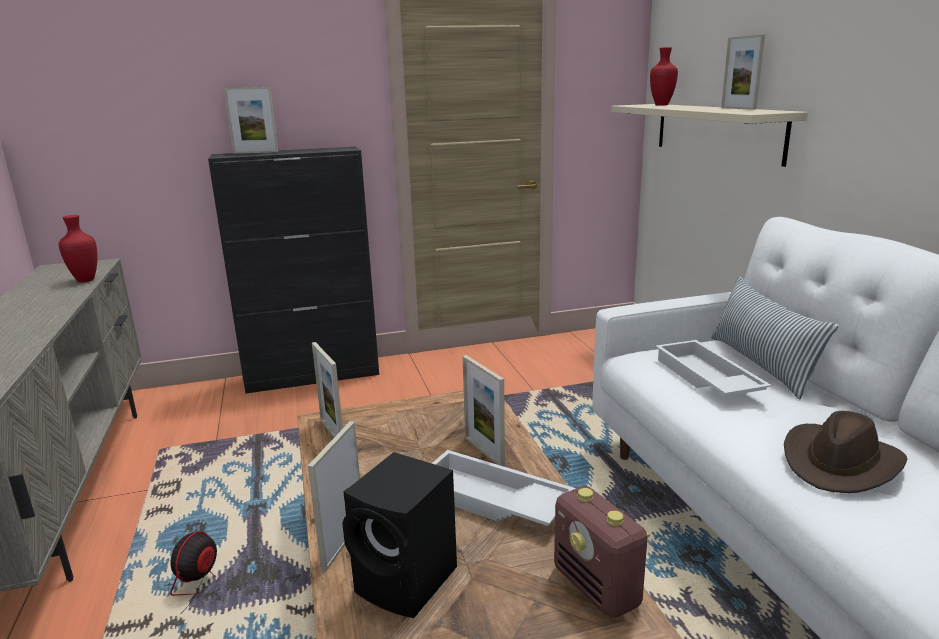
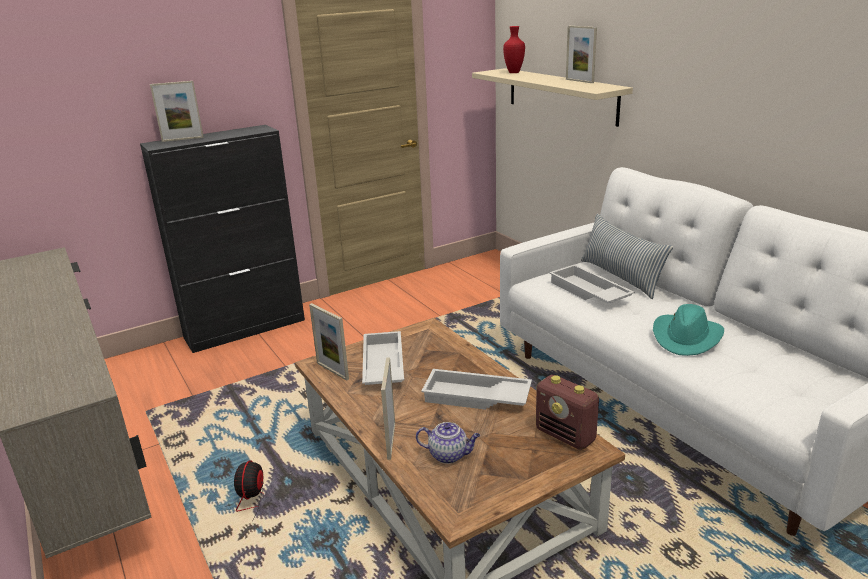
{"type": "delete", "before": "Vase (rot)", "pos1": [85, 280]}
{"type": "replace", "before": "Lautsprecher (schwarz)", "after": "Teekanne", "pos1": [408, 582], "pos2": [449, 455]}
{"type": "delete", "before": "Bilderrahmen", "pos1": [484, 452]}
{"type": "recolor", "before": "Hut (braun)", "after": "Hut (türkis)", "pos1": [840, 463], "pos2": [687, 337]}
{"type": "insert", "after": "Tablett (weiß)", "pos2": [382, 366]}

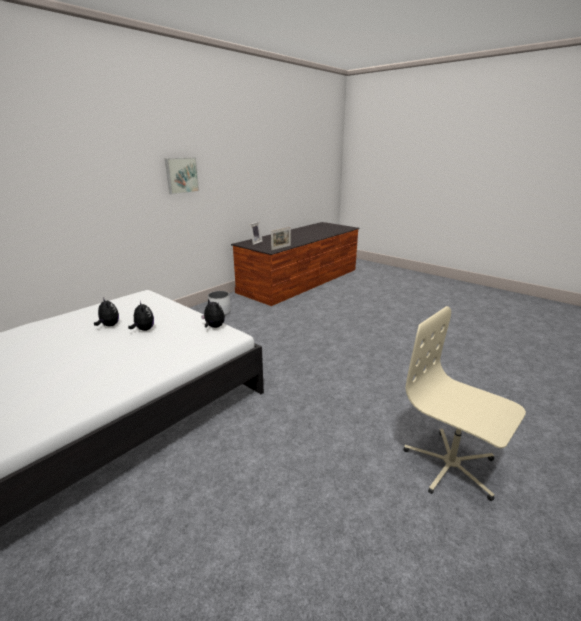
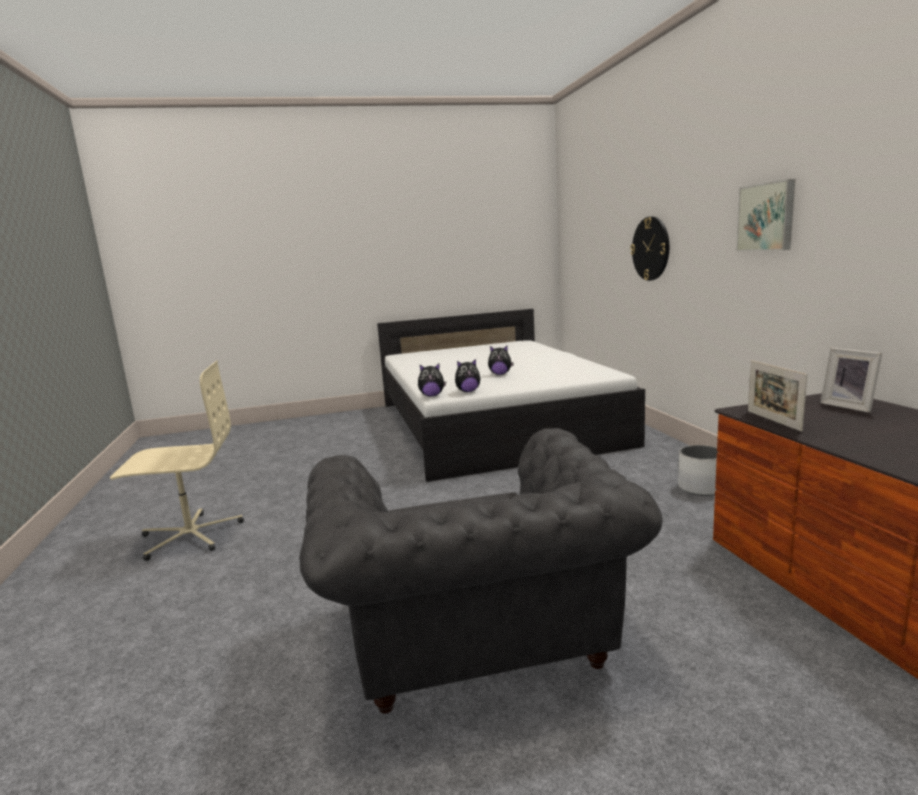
{"type": "move", "before": "Plüschtier", "pos1": [109, 325], "pos2": [432, 395]}
{"type": "insert", "after": "Sessel (grau)", "pos2": [476, 637]}
{"type": "insert", "after": "Wanduhr", "pos2": [651, 248]}

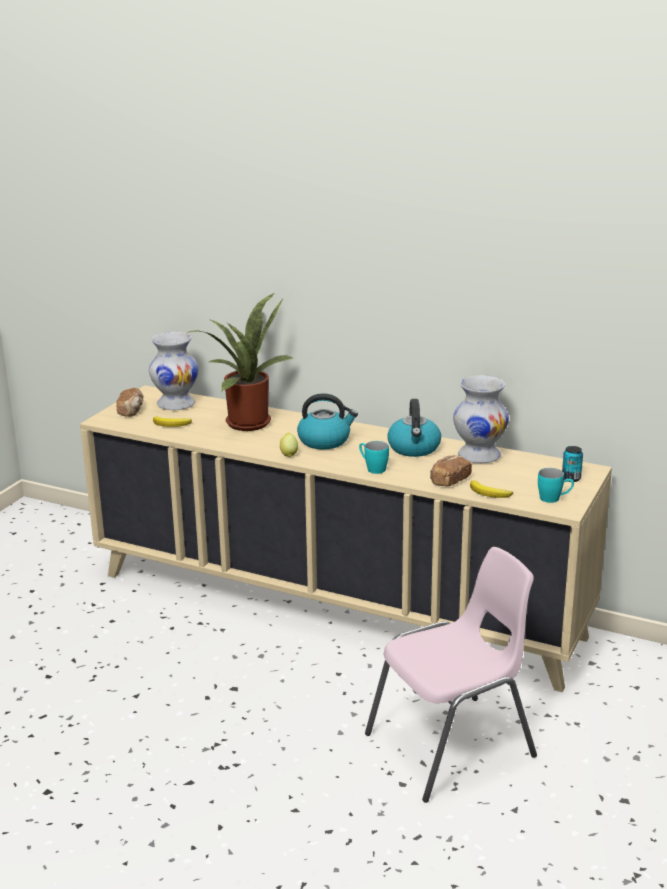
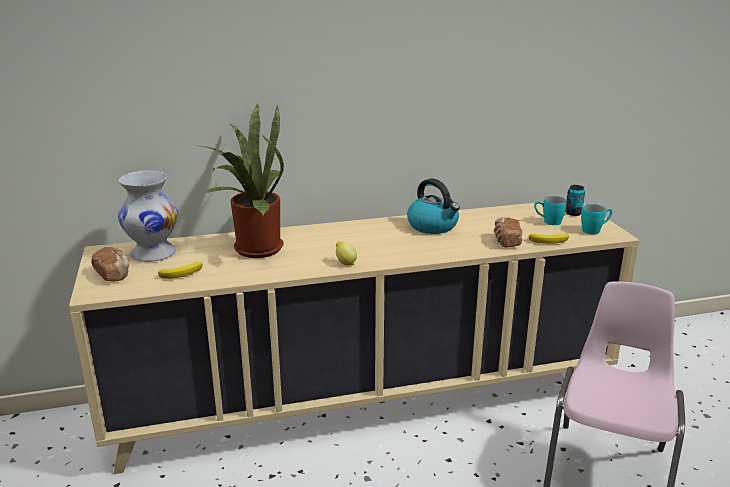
{"type": "delete", "before": "Wasserkessel", "pos1": [325, 441]}
{"type": "move", "before": "Henkelbecher (türkis)", "pos1": [372, 468], "pos2": [548, 222]}
{"type": "delete", "before": "Vase (weiß)", "pos1": [479, 456]}

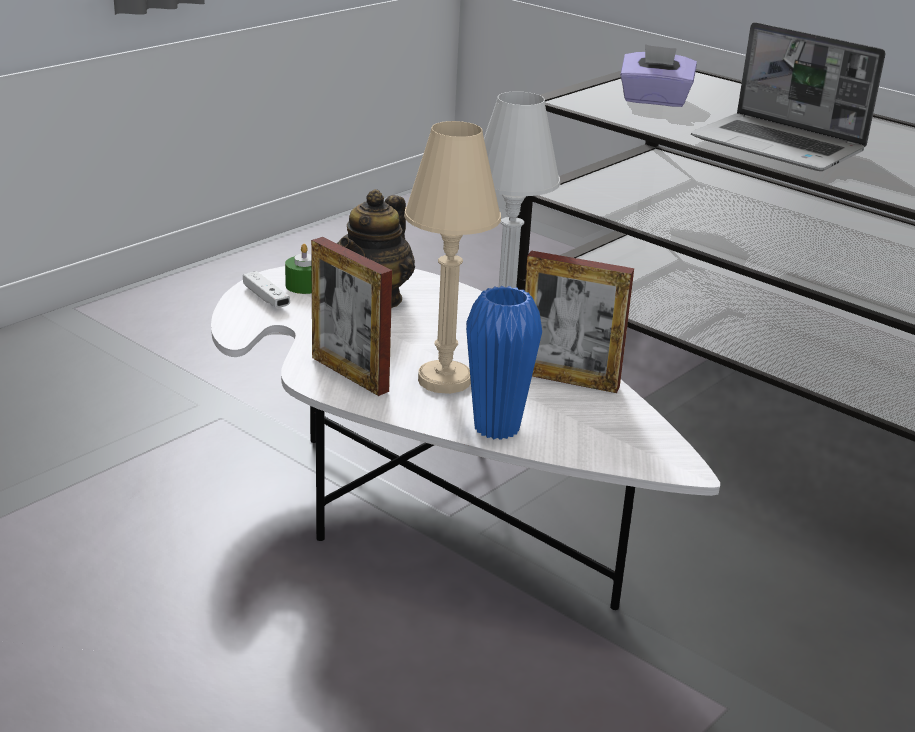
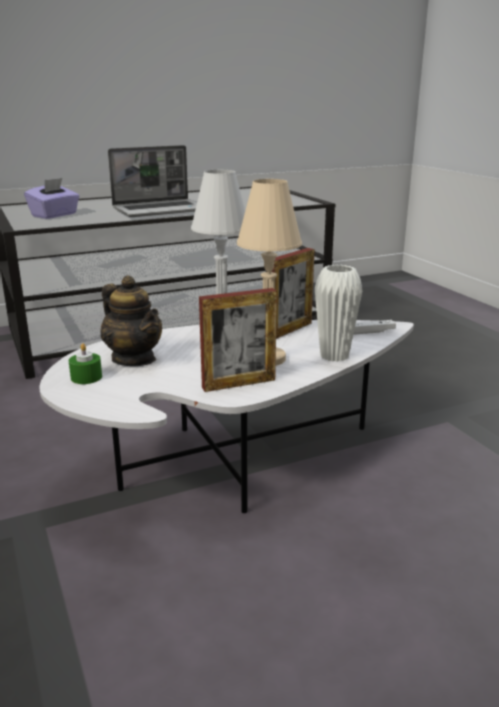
{"type": "move", "before": "Gamepad (weiß)", "pos1": [266, 298], "pos2": [371, 332]}
{"type": "recolor", "before": "Vase (blau)", "after": "Vase (weiß)", "pos1": [496, 428], "pos2": [334, 356]}

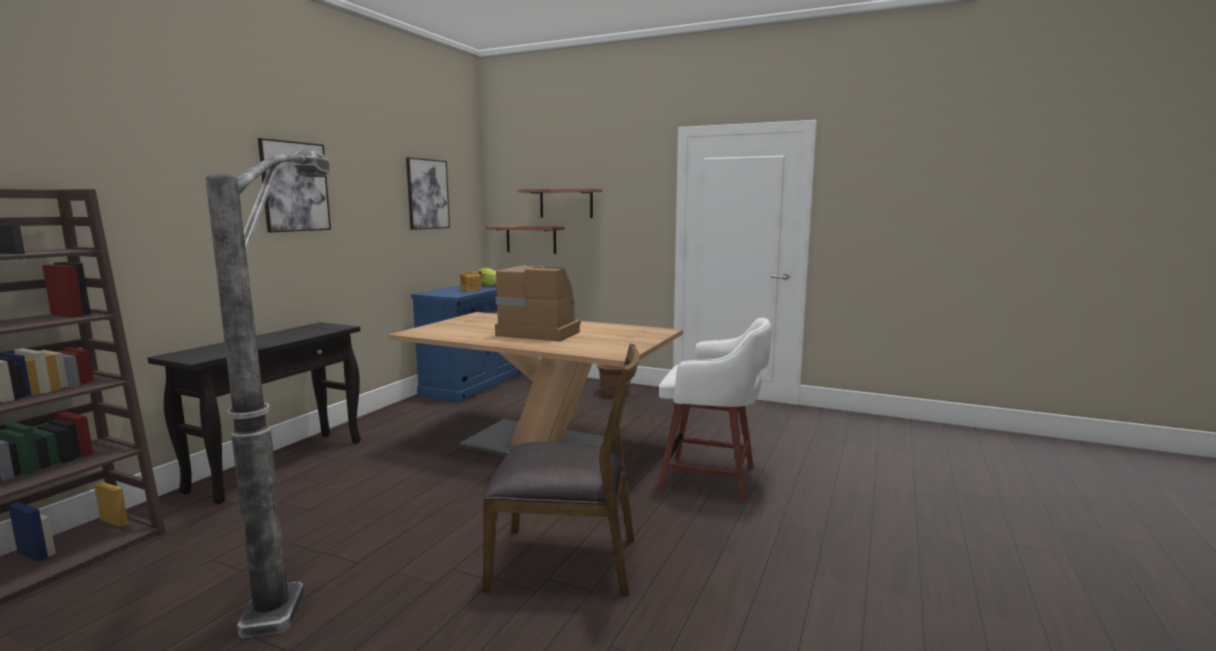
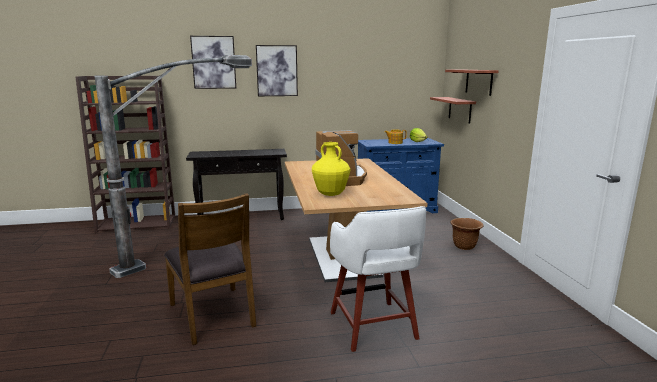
{"type": "move", "before": "Bild", "pos1": [427, 194], "pos2": [213, 62]}
{"type": "insert", "after": "Vase (gelb)", "pos2": [331, 194]}

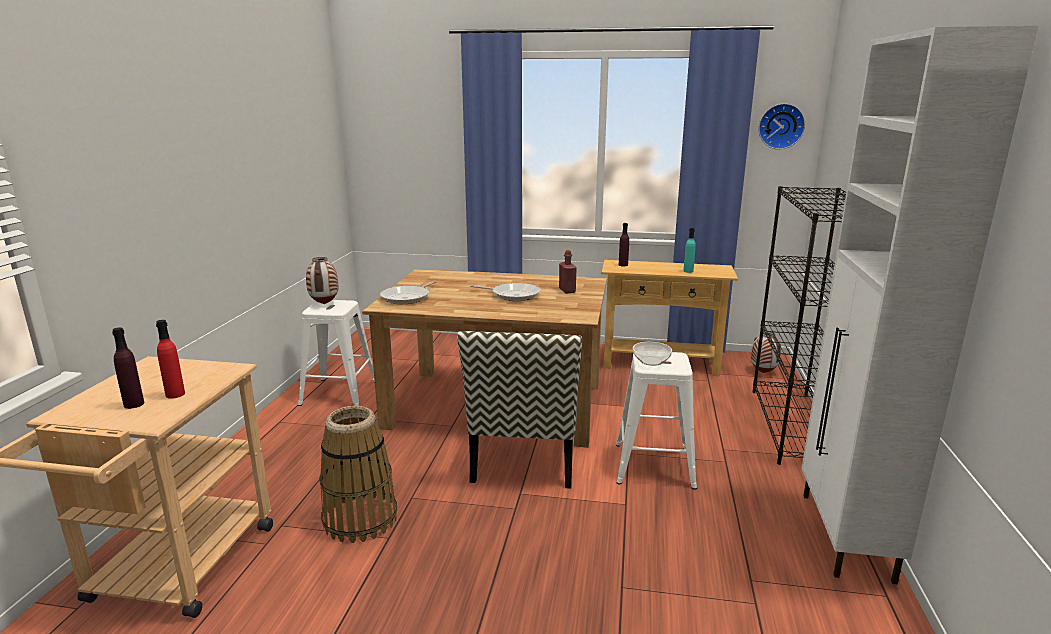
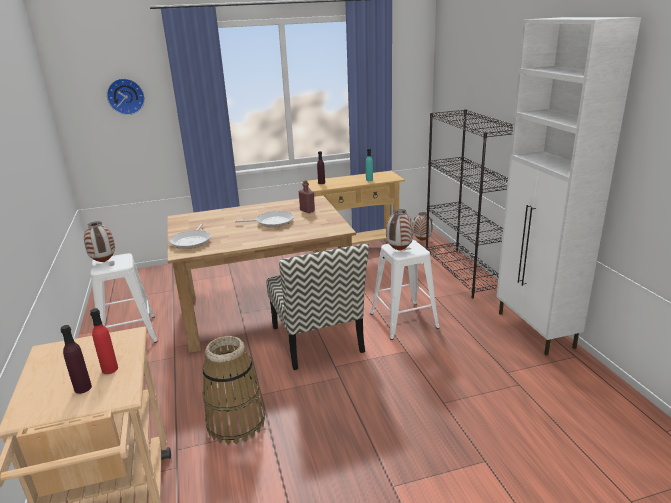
{"type": "replace", "before": "Schüssel", "after": "Vase", "pos1": [651, 361], "pos2": [399, 250]}
{"type": "move", "before": "Wanduhr", "pos1": [780, 126], "pos2": [126, 96]}

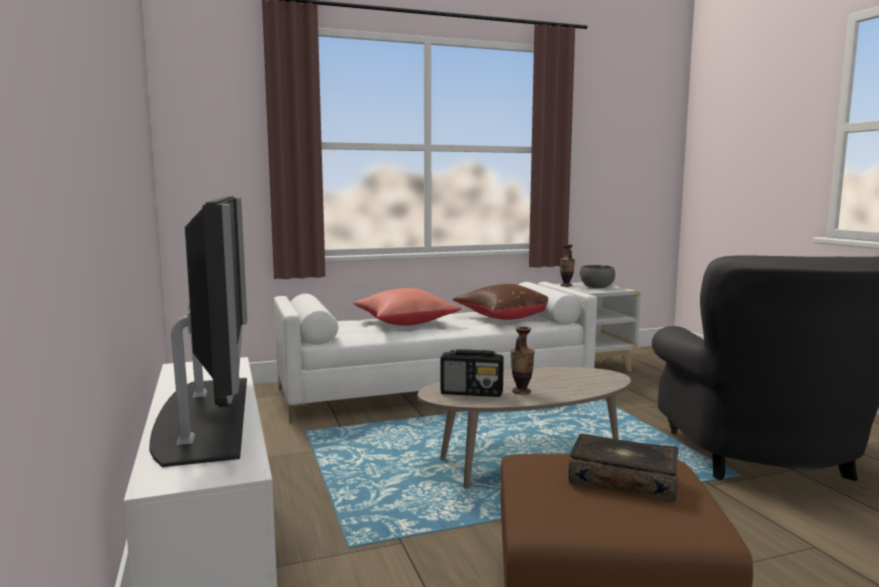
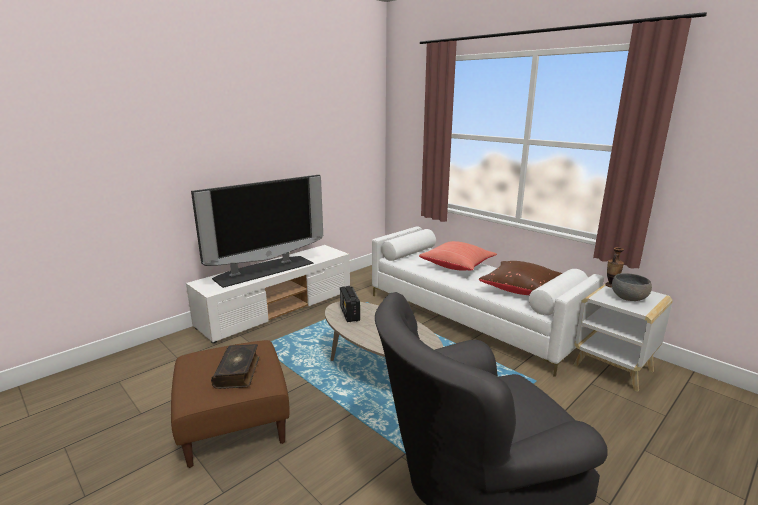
{"type": "delete", "before": "Vase", "pos1": [521, 392]}

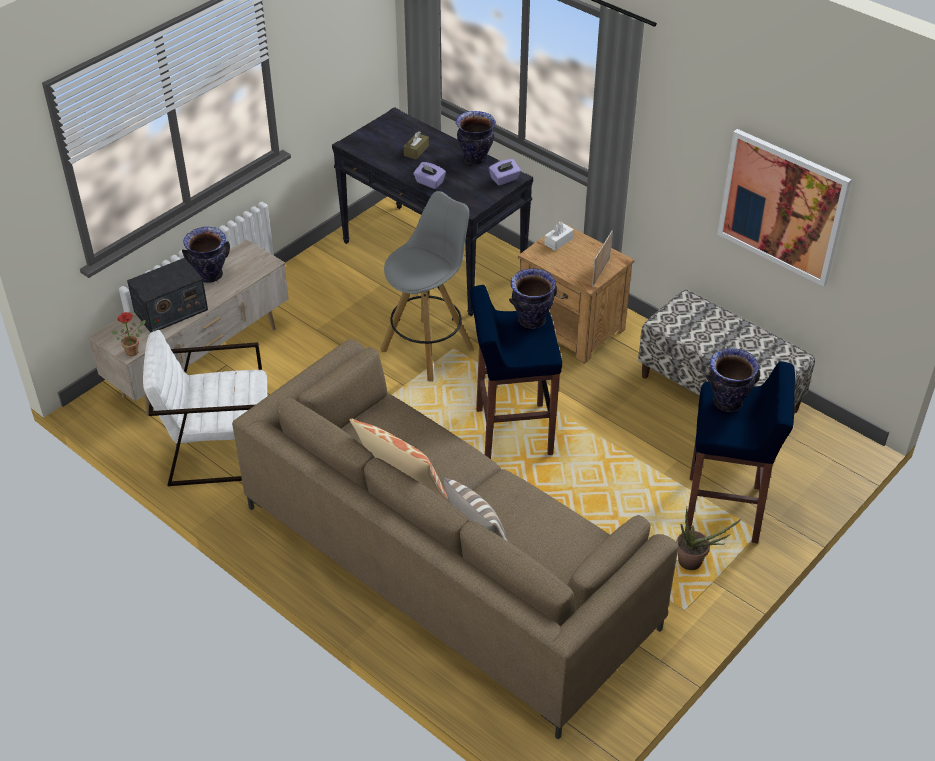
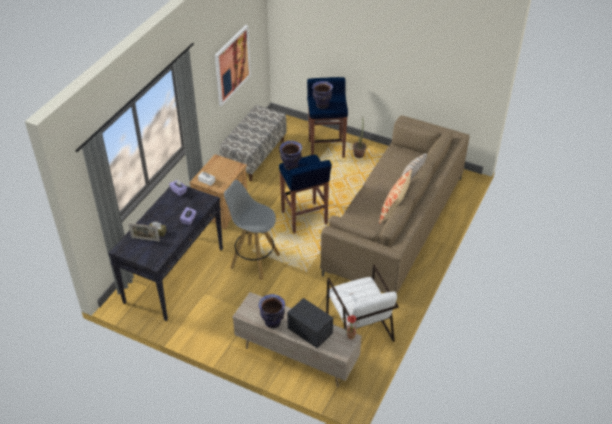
{"type": "delete", "before": "Vase", "pos1": [475, 158]}
{"type": "move", "before": "Bilderrahmen", "pos1": [601, 272], "pos2": [145, 239]}

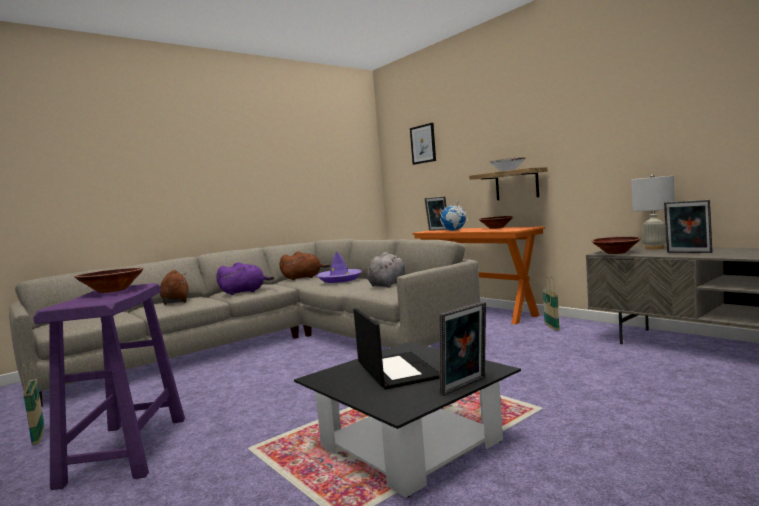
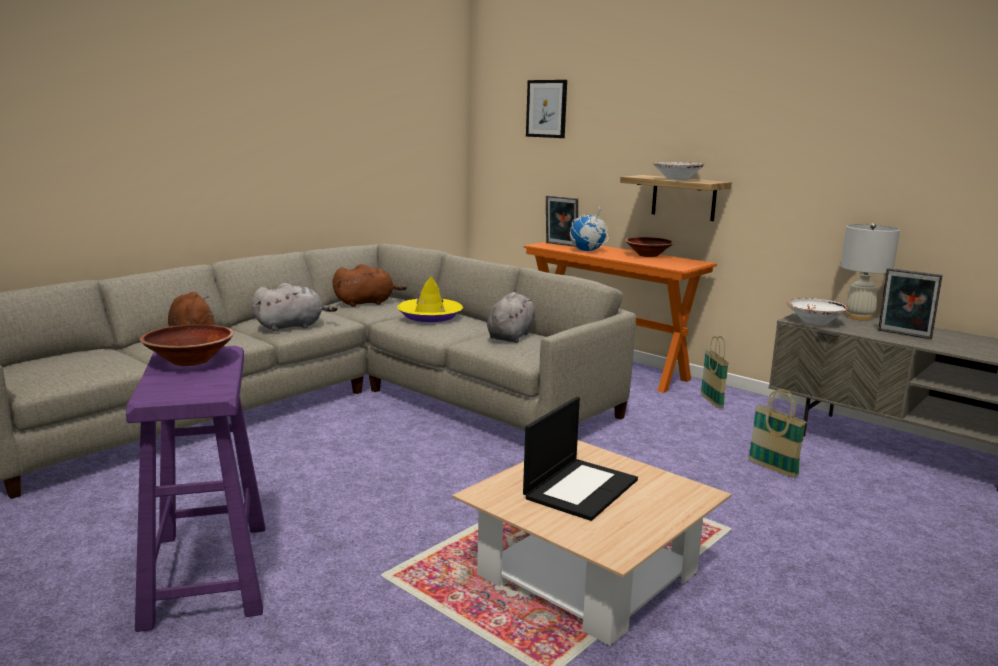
{"type": "move", "before": "Korb", "pos1": [38, 437], "pos2": [772, 469]}
{"type": "recolor", "before": "Plüschtier (lila)", "after": "Plüschtier (grau)", "pos1": [245, 292], "pos2": [292, 326]}
{"type": "recolor", "before": "Couchtisch (schwarz)", "after": "Couchtisch (beige)", "pos1": [410, 444], "pos2": [588, 574]}
{"type": "recolor", "before": "Hut (lila)", "after": "Hut (gelb)", "pos1": [339, 279], "pos2": [430, 316]}
{"type": "rotate", "before": "Laptop", "pos1": [396, 370], "pos2": [580, 488], "turn": 60}
{"type": "delete", "before": "Bilderrahmen", "pos1": [466, 387]}
{"type": "recolor", "before": "Schüssel (braun)", "after": "Schüssel (weiß)", "pos1": [616, 253], "pos2": [815, 322]}

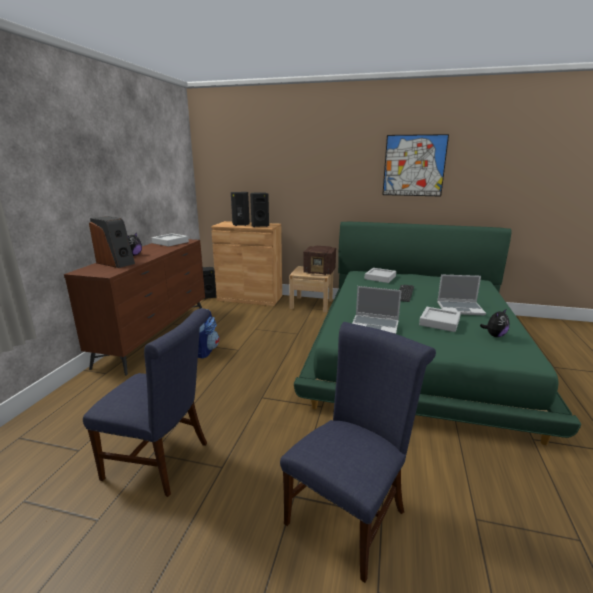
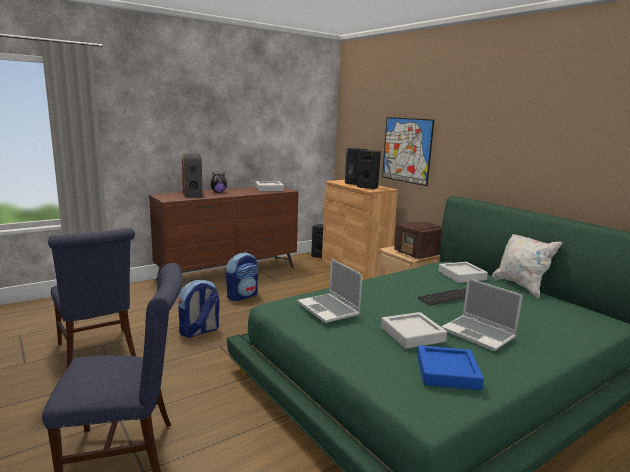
{"type": "move", "before": "Bild", "pos1": [414, 165], "pos2": [406, 150]}
{"type": "replace", "before": "Plüschtier", "after": "Tablett (blau)", "pos1": [494, 335], "pos2": [447, 372]}
{"type": "insert", "after": "Rucksack", "pos2": [199, 331]}
{"type": "insert", "after": "Kissen (weiß)", "pos2": [520, 286]}

